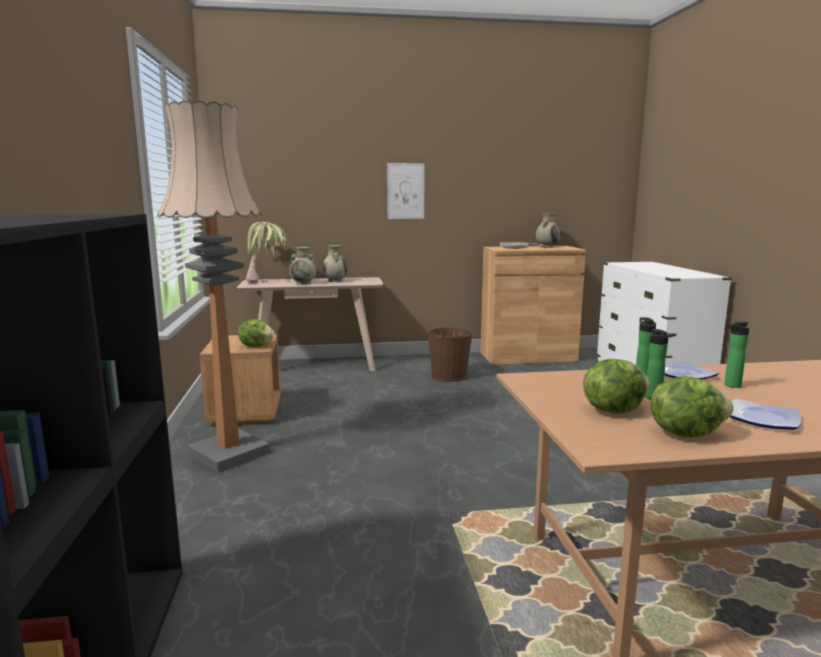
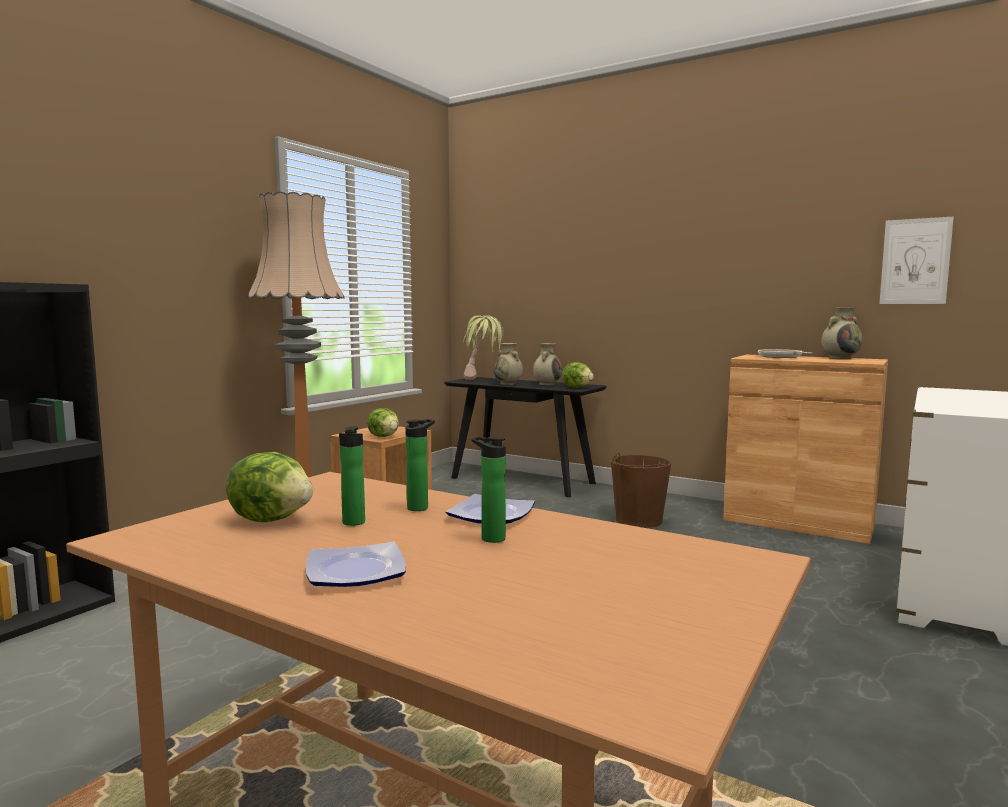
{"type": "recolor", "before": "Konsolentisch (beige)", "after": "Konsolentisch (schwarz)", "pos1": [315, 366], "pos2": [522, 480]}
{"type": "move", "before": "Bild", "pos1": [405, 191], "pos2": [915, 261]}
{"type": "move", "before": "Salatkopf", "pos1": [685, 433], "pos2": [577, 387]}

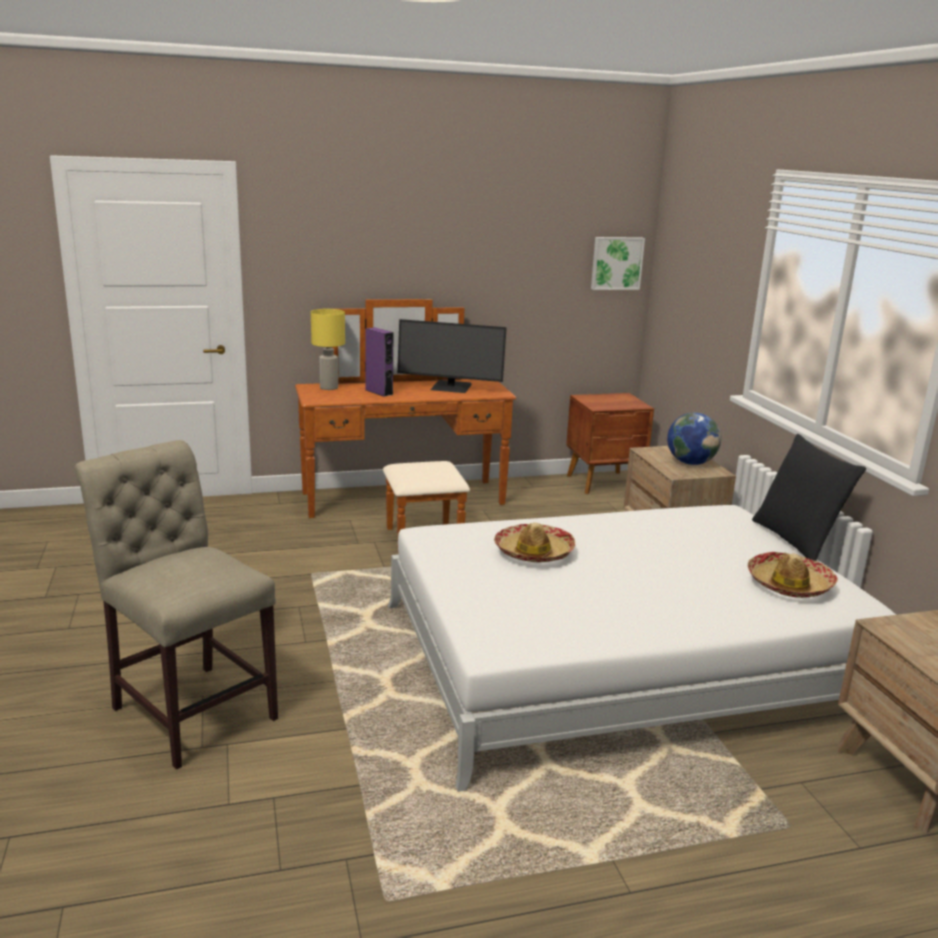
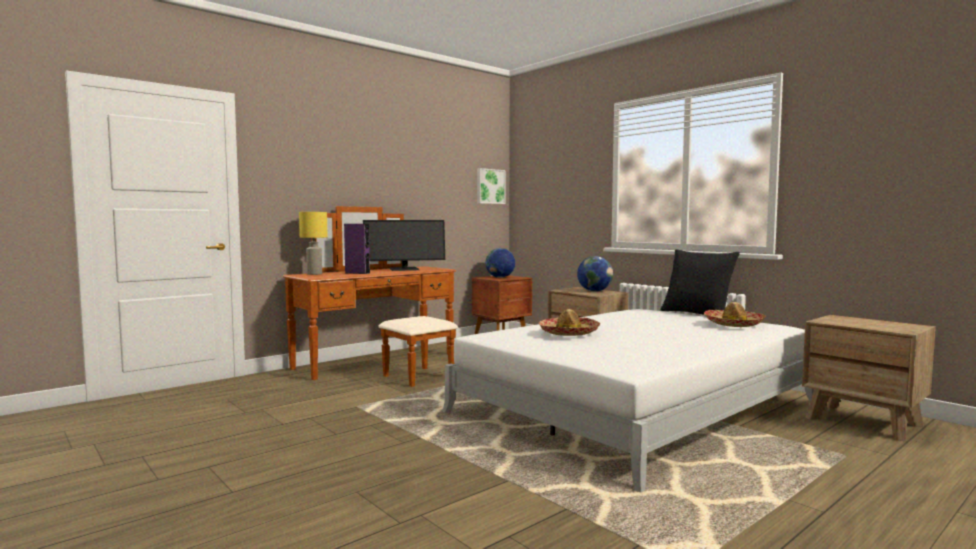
{"type": "delete", "before": "Stuhl (beige)", "pos1": [190, 708]}
{"type": "insert", "after": "Globus", "pos2": [500, 277]}

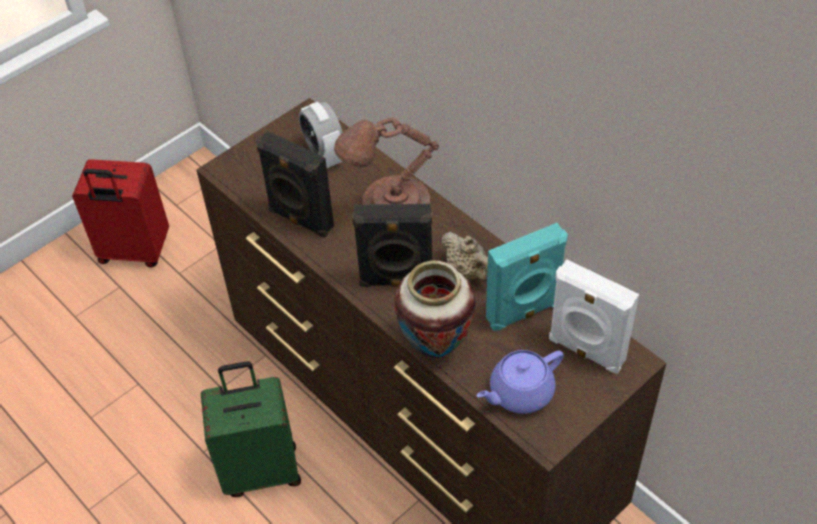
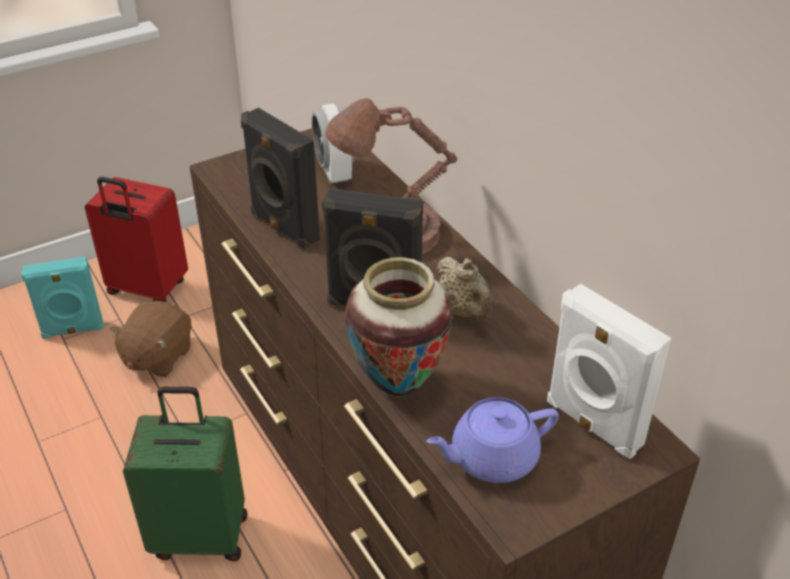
{"type": "move", "before": "Lautsprecher (türkis)", "pos1": [524, 312], "pos2": [73, 330]}
{"type": "insert", "after": "Plüschtier (braun)", "pos2": [157, 356]}

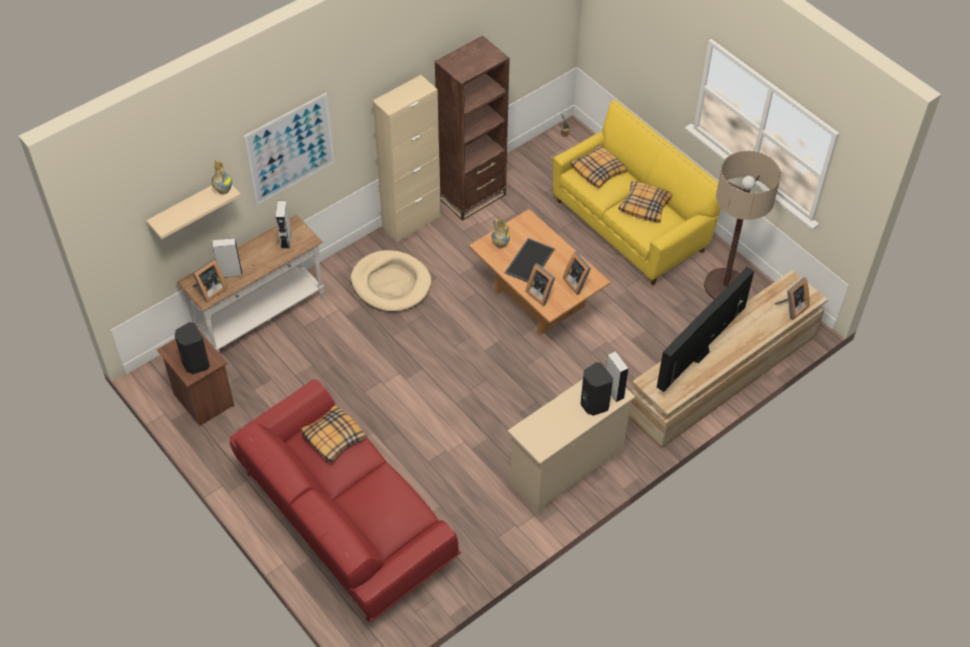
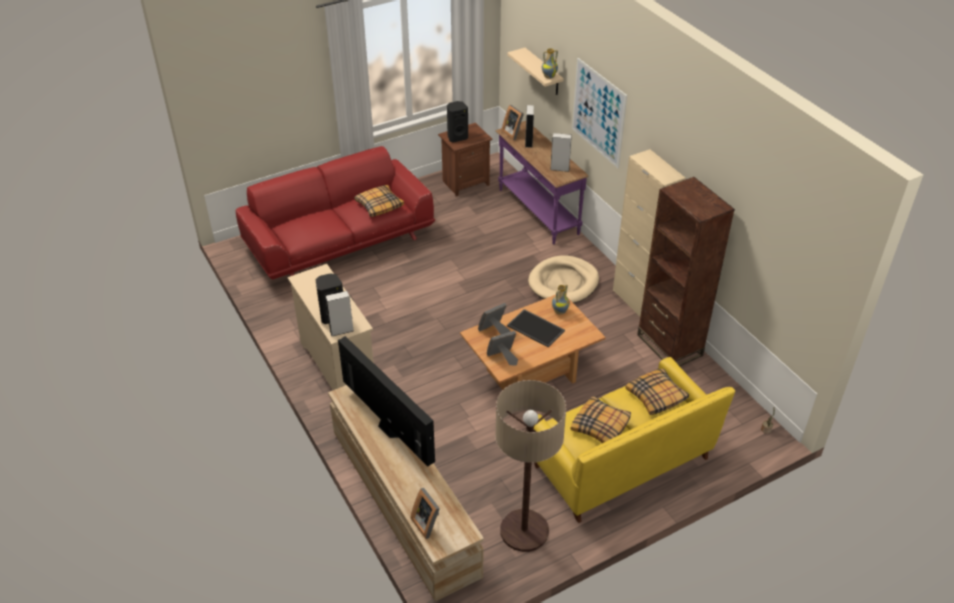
{"type": "recolor", "before": "Konsolentisch (weiß)", "after": "Konsolentisch (lila)", "pos1": [261, 318], "pos2": [537, 212]}

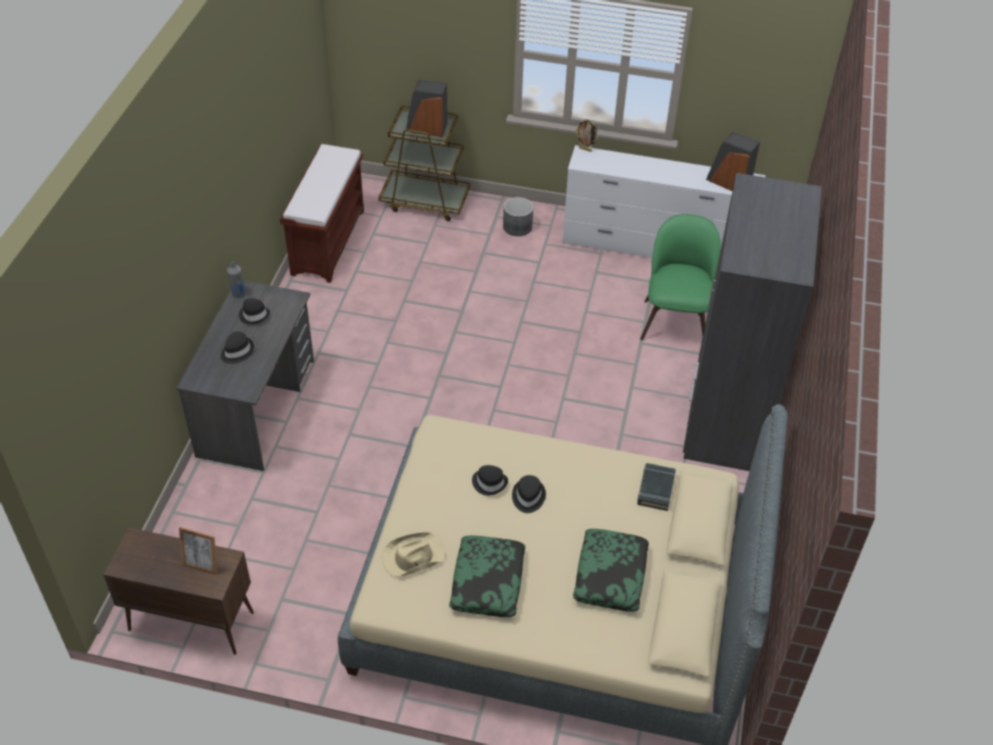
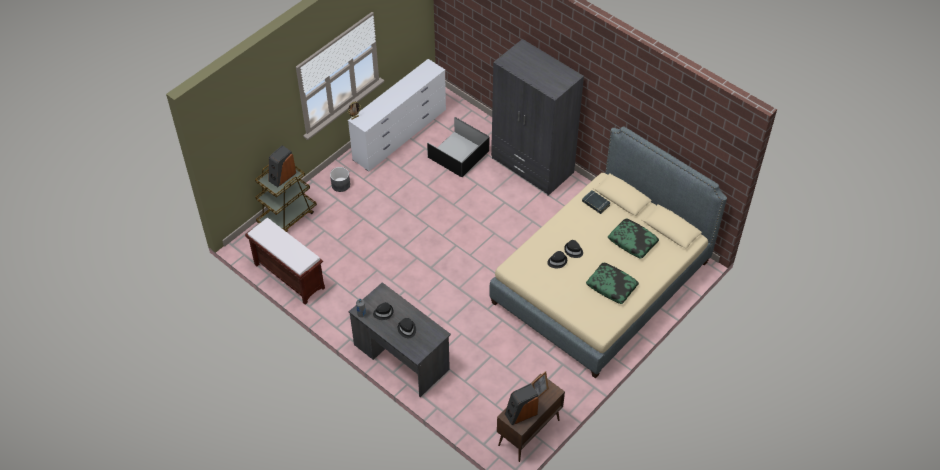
{"type": "delete", "before": "Hut (beige)", "pos1": [412, 557]}
{"type": "replace", "before": "Stuhl (grün)", "after": "Aufbewahrungsbox (schwarz)", "pos1": [675, 321], "pos2": [458, 153]}
{"type": "move", "before": "Lautsprecher", "pos1": [728, 181], "pos2": [521, 413]}

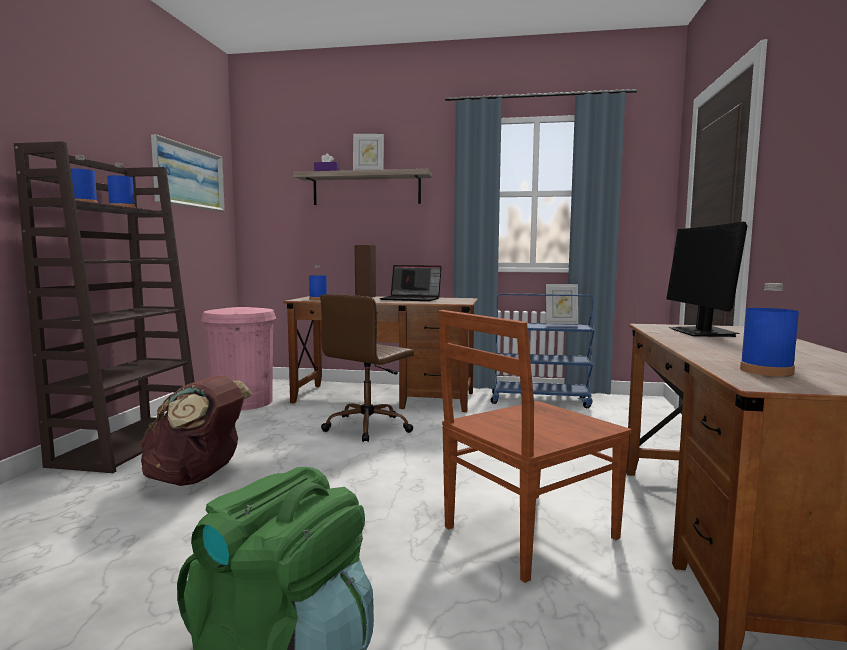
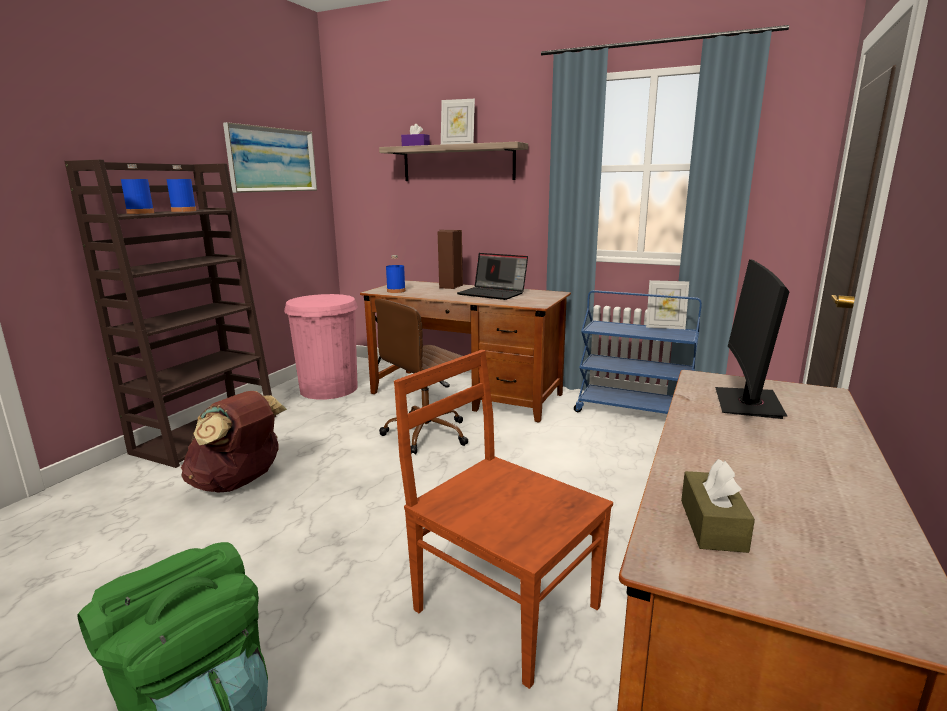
{"type": "rotate", "before": "Stuhl (braun)", "pos1": [527, 534], "pos2": [503, 605], "turn": 60}
{"type": "replace", "before": "Flasche (blau)", "after": "Taschentuchbox (braun)", "pos1": [766, 371], "pos2": [712, 525]}

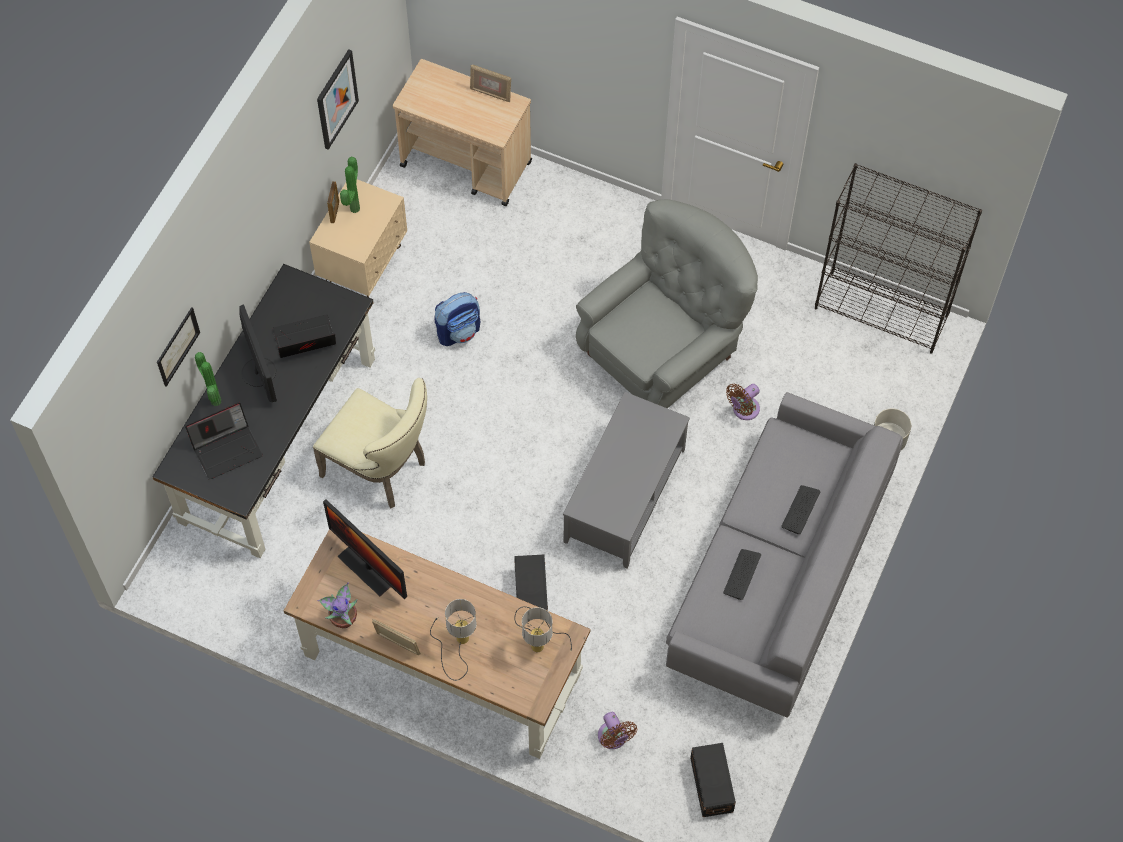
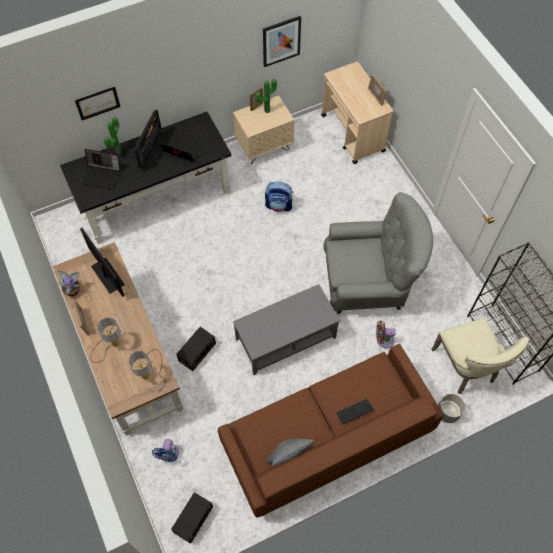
{"type": "move", "before": "Stuhl (beige)", "pos1": [381, 469], "pos2": [466, 368]}
{"type": "rotate", "before": "Monitor", "pos1": [368, 567], "pos2": [107, 275], "turn": 150}
{"type": "recolor", "before": "Ventilator (braun)", "after": "Ventilator (blau)", "pos1": [613, 738], "pos2": [169, 455]}
{"type": "recolor", "before": "Sofa (grau)", "after": "Sofa (braun)", "pos1": [777, 574], "pos2": [326, 437]}
{"type": "delete", "before": "Tastatur", "pos1": [742, 574]}
{"type": "insert", "after": "Kissen (grau)", "pos2": [288, 457]}

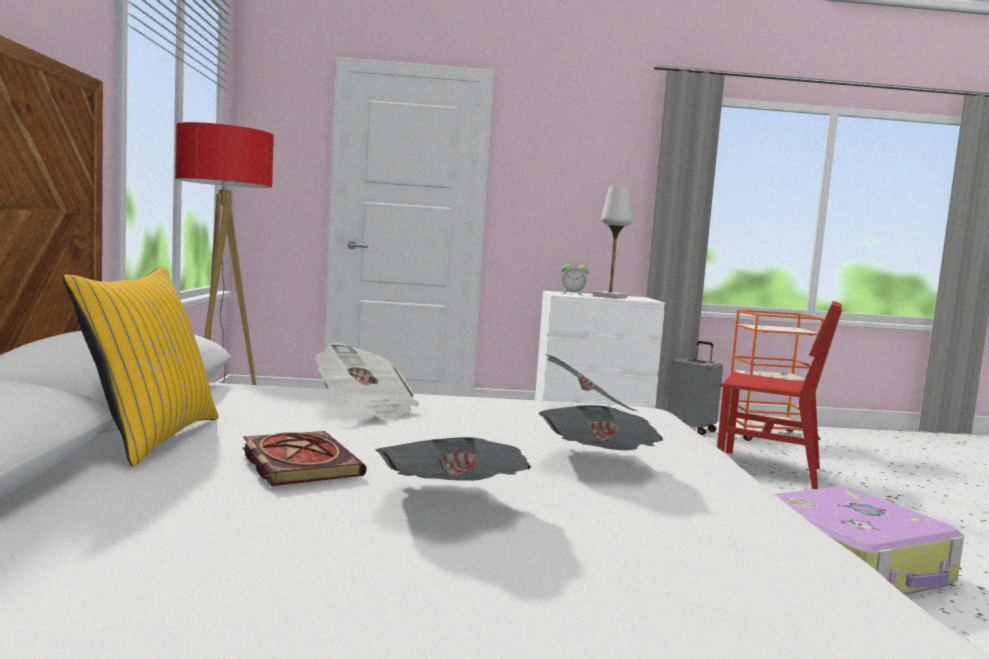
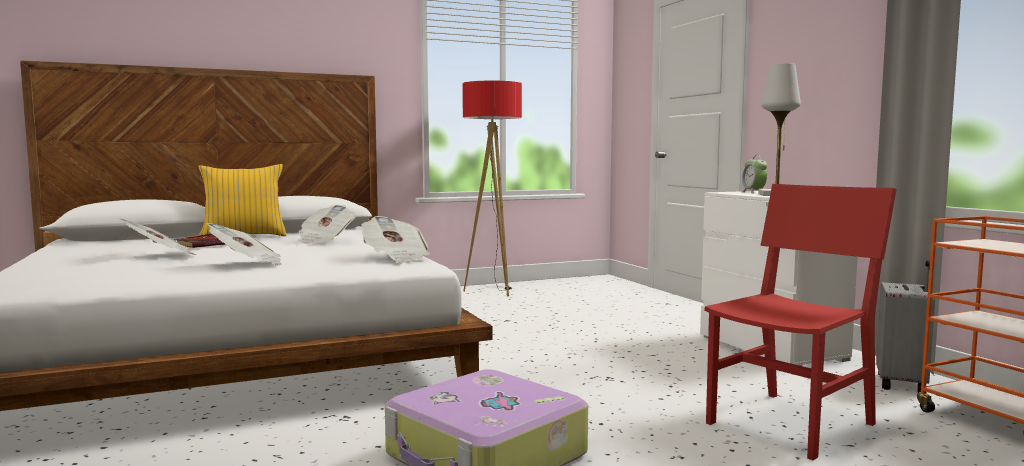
{"type": "rotate", "before": "Stuhl (rot)", "pos1": [768, 469], "pos2": [791, 423], "turn": -135}

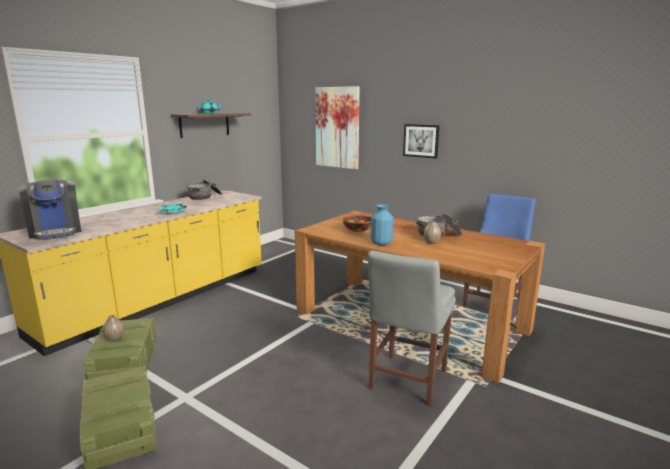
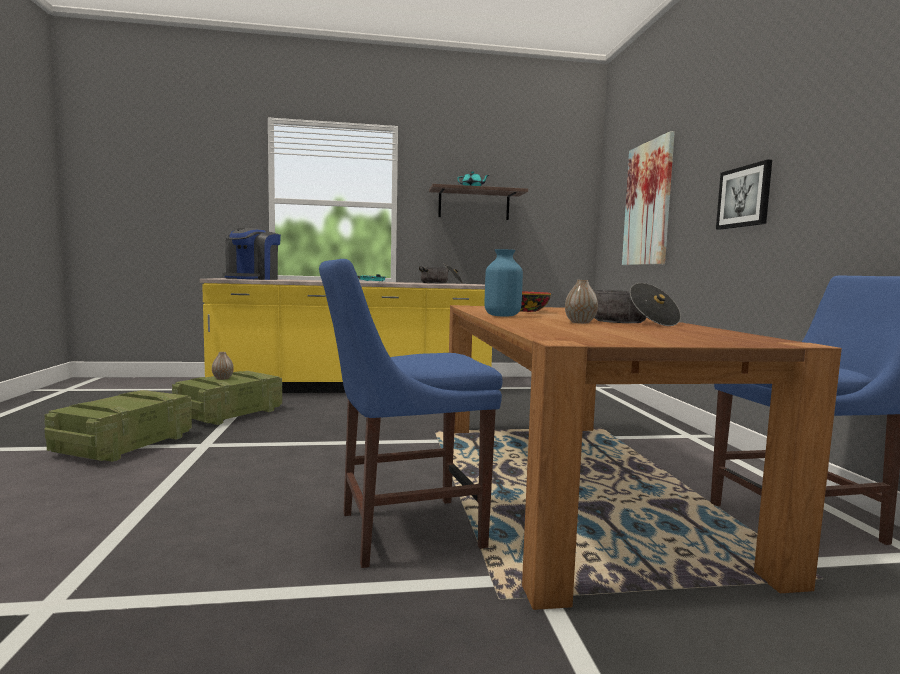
{"type": "recolor", "before": "Stuhl (grau)", "after": "Stuhl (blau)", "pos1": [406, 381], "pos2": [402, 530]}

